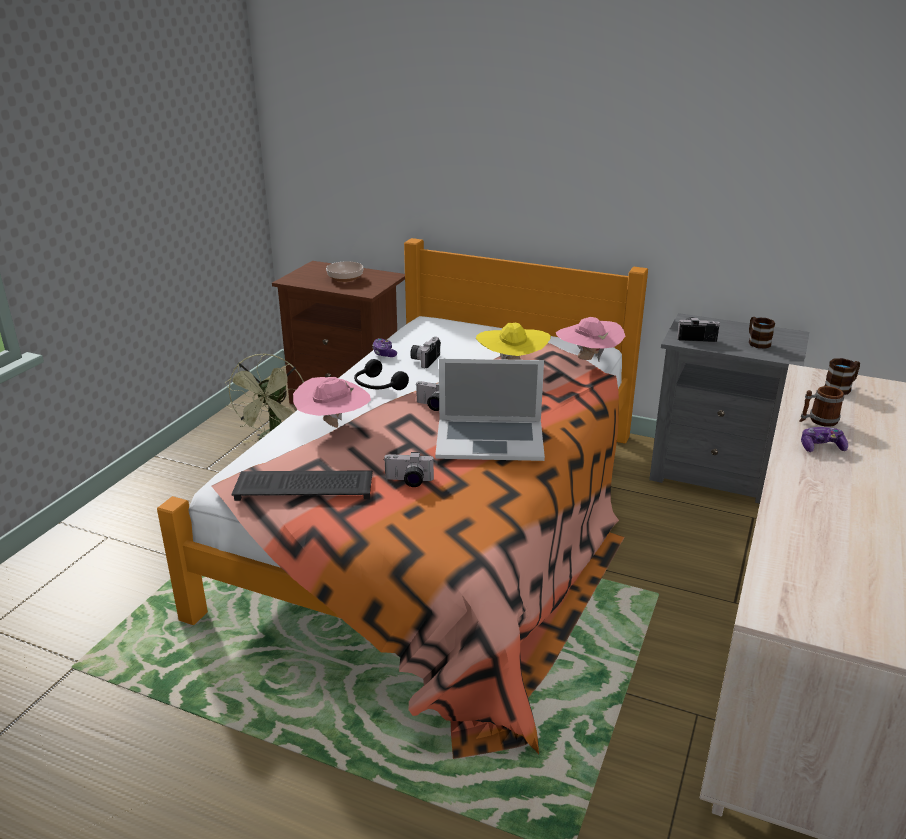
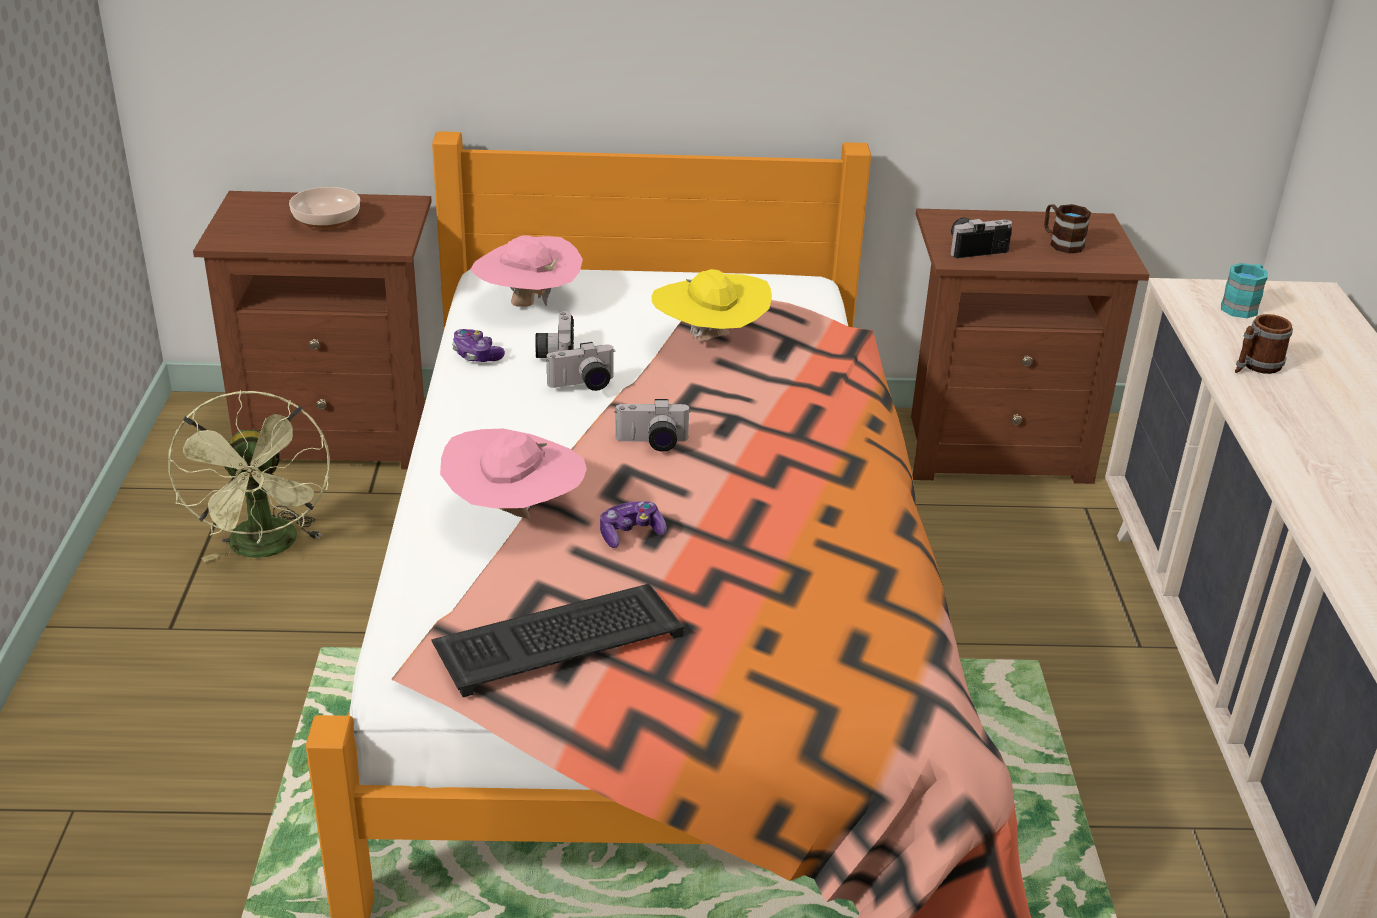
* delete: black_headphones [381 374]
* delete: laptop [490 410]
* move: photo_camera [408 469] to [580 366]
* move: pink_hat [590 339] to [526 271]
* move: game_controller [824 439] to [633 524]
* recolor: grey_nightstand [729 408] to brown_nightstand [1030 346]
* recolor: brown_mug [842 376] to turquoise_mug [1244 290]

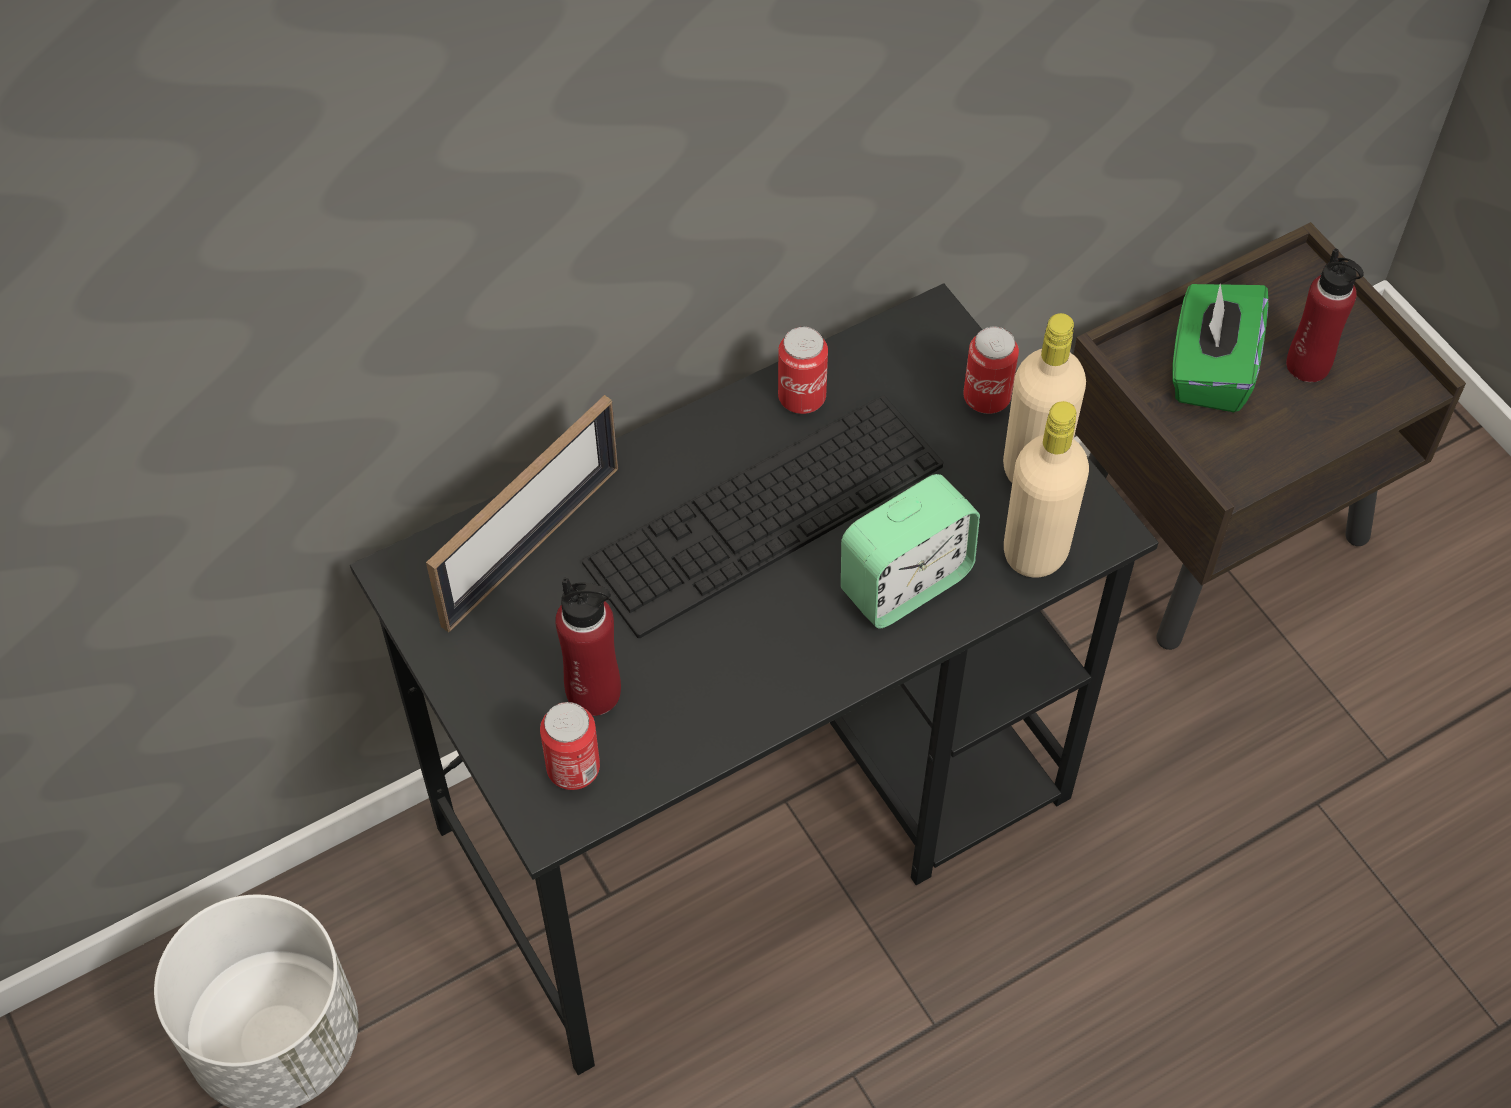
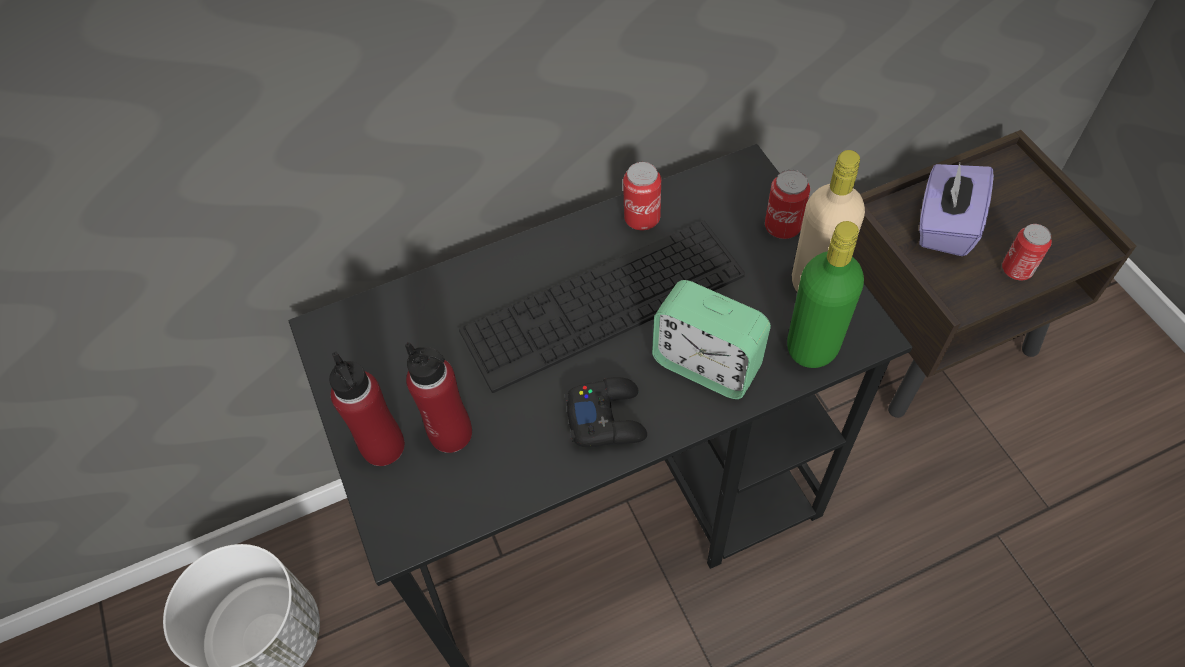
* delete: picture_frame [522 513]
* insert: black_game_controller [606 412]
* move: can [570 746] to [1027 252]
* move: red_bottle [1325 315] to [367 409]
* recolor: beige_bottle [1046 489] to green_bottle [825 294]
* recolor: green_tissue_box [1220 348] to purple_tissue_box [956 209]
* rotate: alarm_clock [910 551] = [711 339] 60 degrees clockwise

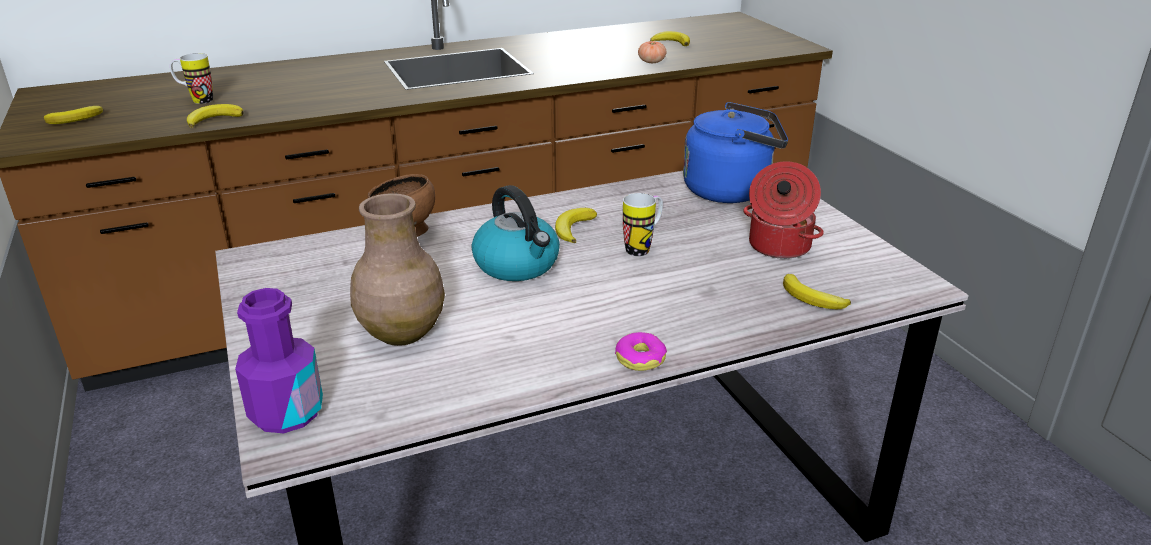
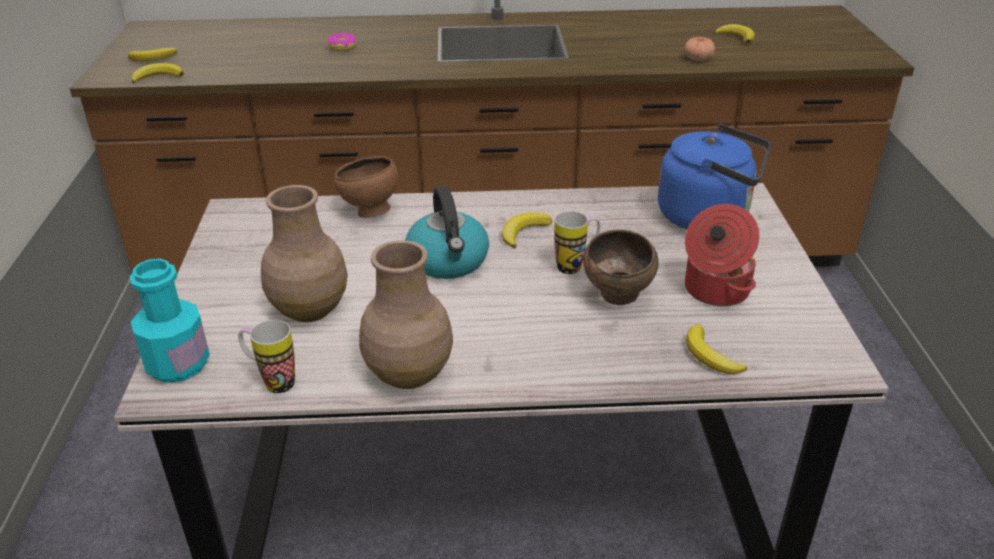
* insert: brown_vase [406 314]
* insert: brown_bowl [621 267]
* move: mug [191 78] to [266 356]
* move: banana [215 116] to [158 73]
* move: donut [641 351] to [342 42]
* recolor: purple_bottle [279 360] to turquoise_bottle [169 321]

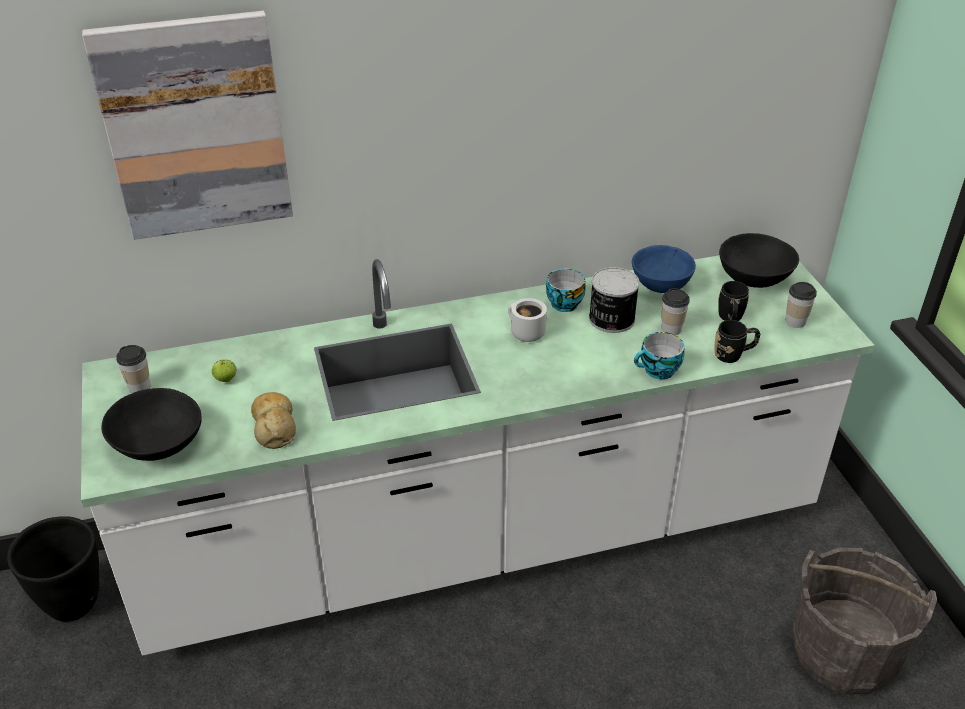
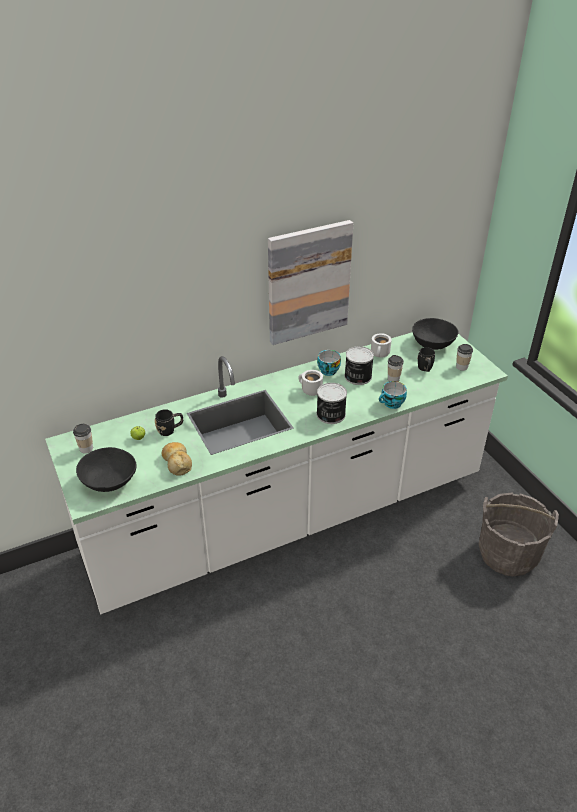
* delete: black_planter [53 569]
* insert: can [332 403]
* move: picture [187 125] to [310 282]
* move: black_mug [737 341] to [169 422]
* replace: blue_bowl [664 269] to white_mug [381 345]

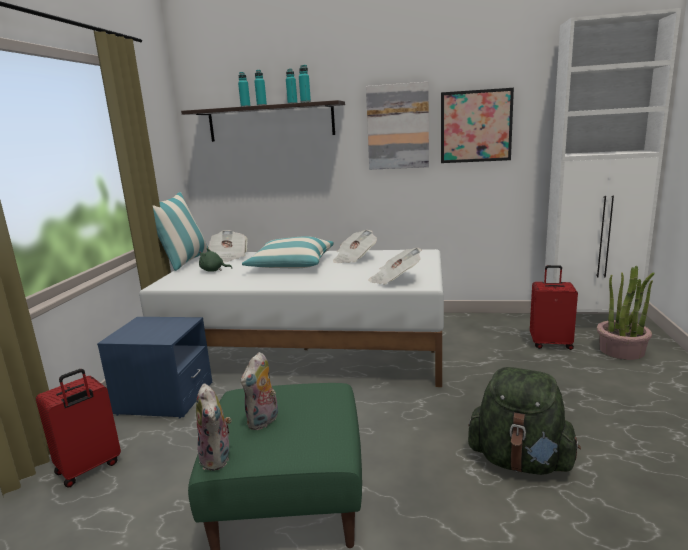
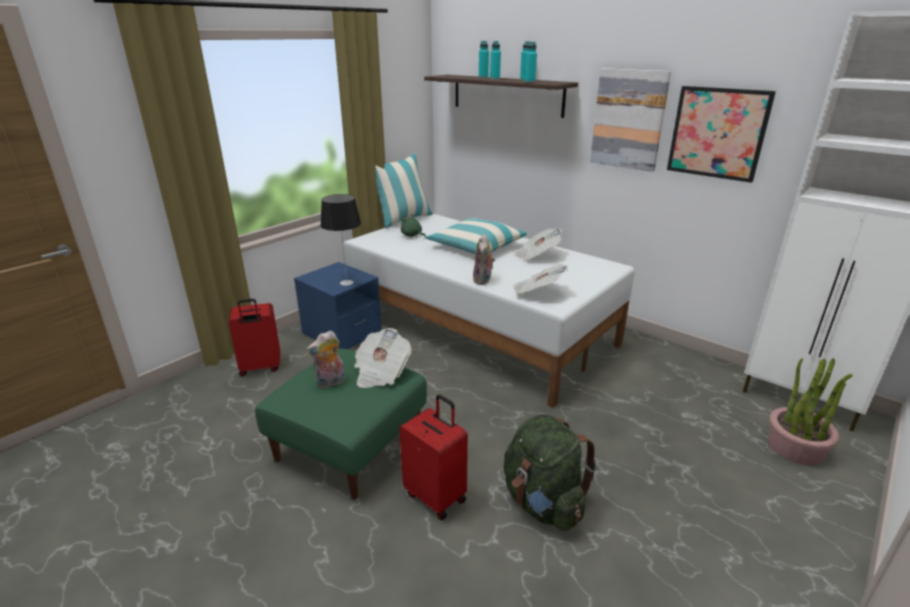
* insert: table_lamp [340 240]
* move: plush_toy [214 427] to [484 259]
* move: newspaper [228 246] to [383 358]
* move: red_suitcase [554 307] to [433 457]

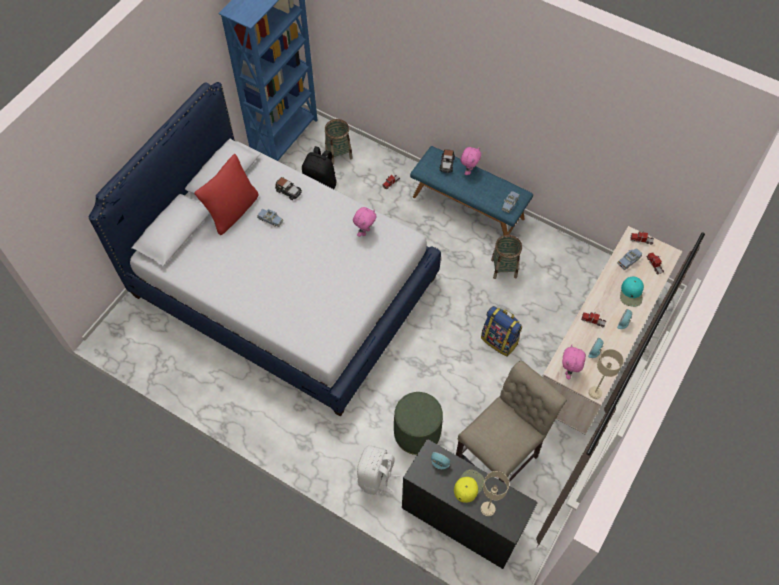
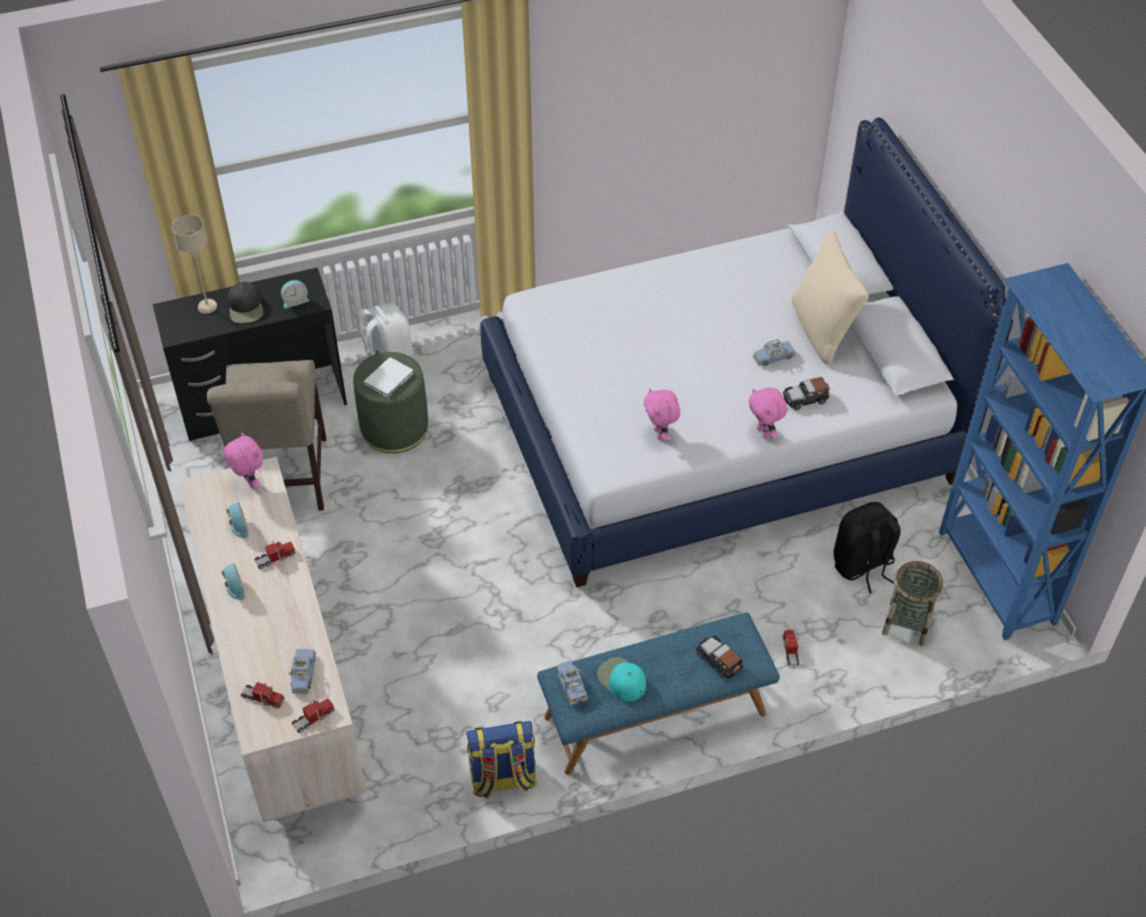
* delete: basket [506 257]
* delete: beige_table_lamp [606 374]
* insert: white_book [389 377]
* move: pink_plush_toy [471 161] to [767 413]
* move: backpack [501 331] to [501 760]
* move: turquoise_cap [632 292] to [621 679]
* recolor: red_pillow [226 194] to beige_pillow [830 298]
* recolor: yellow_cap [469 486] to black_cap [245 302]

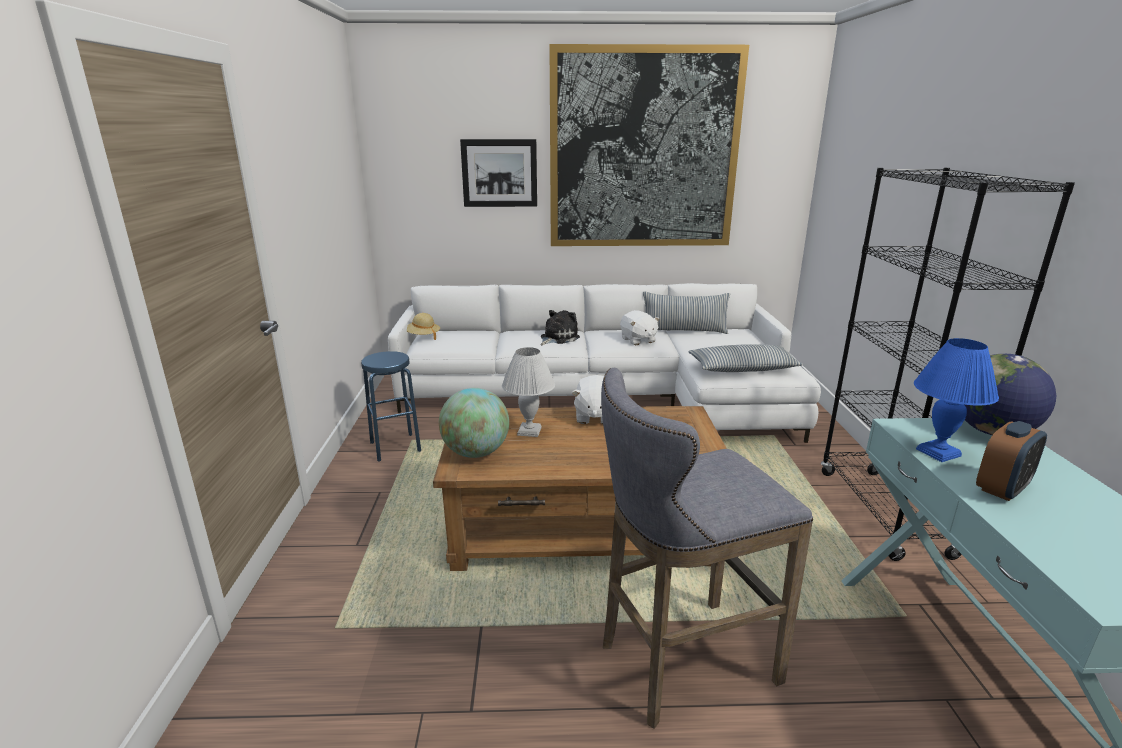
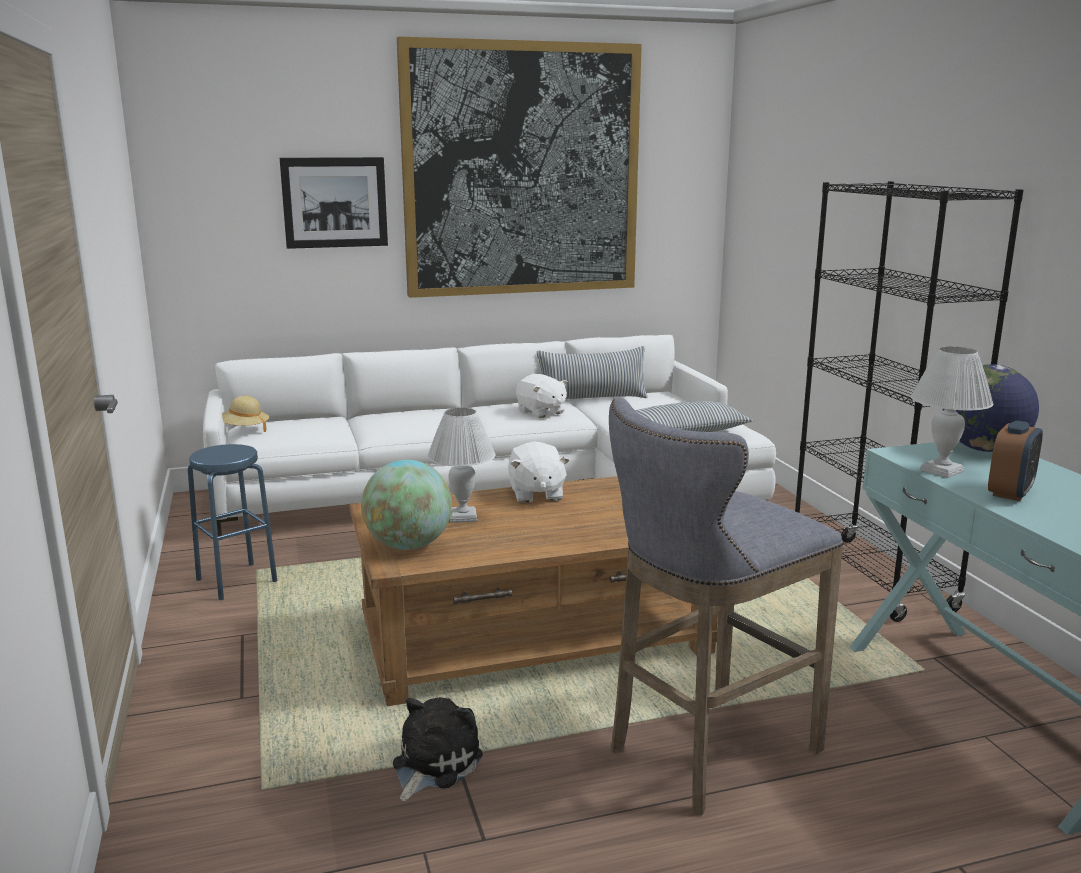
* move: plush_toy [560 327] to [438 749]
* recolor: blue_table_lamp [956 400] to white_table_lamp [952 412]

